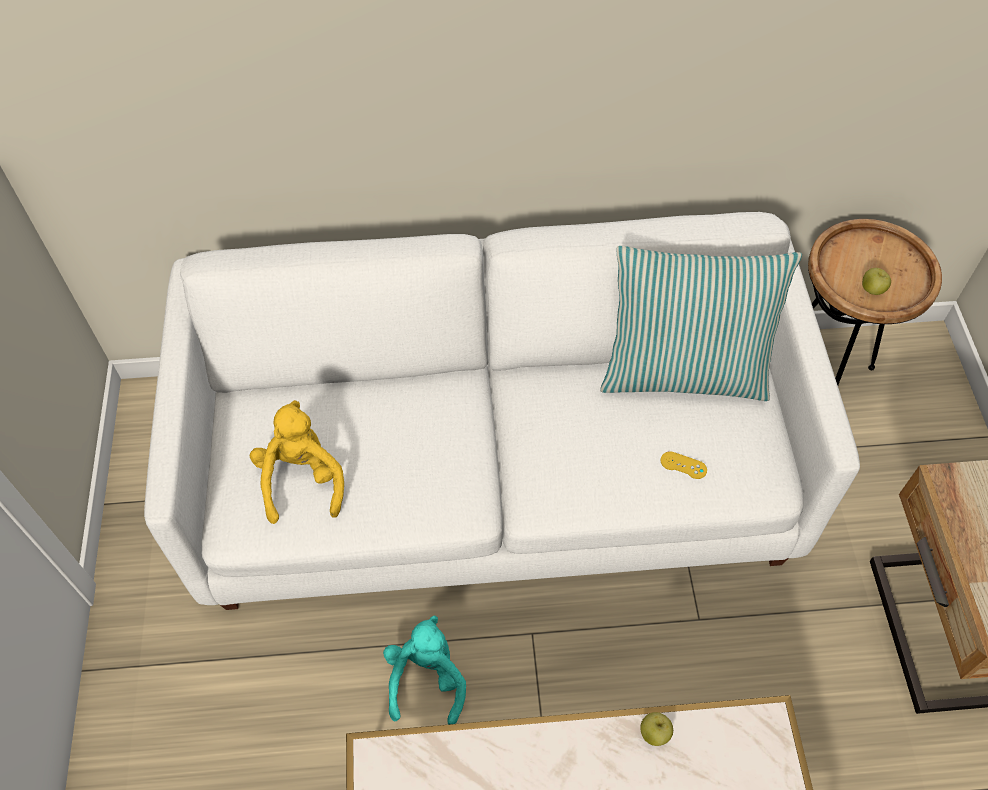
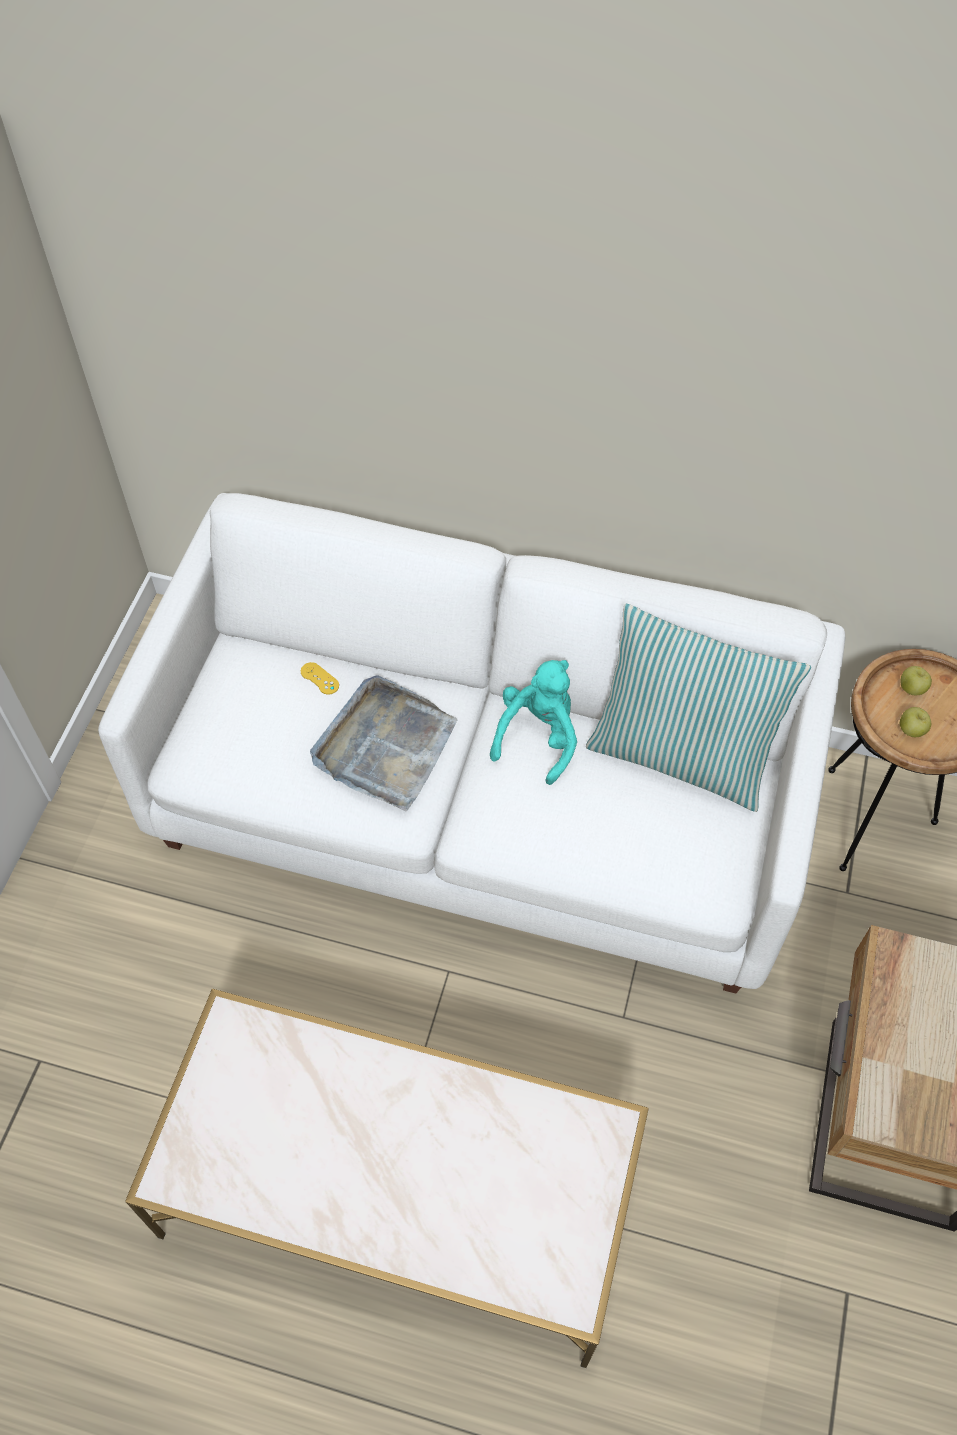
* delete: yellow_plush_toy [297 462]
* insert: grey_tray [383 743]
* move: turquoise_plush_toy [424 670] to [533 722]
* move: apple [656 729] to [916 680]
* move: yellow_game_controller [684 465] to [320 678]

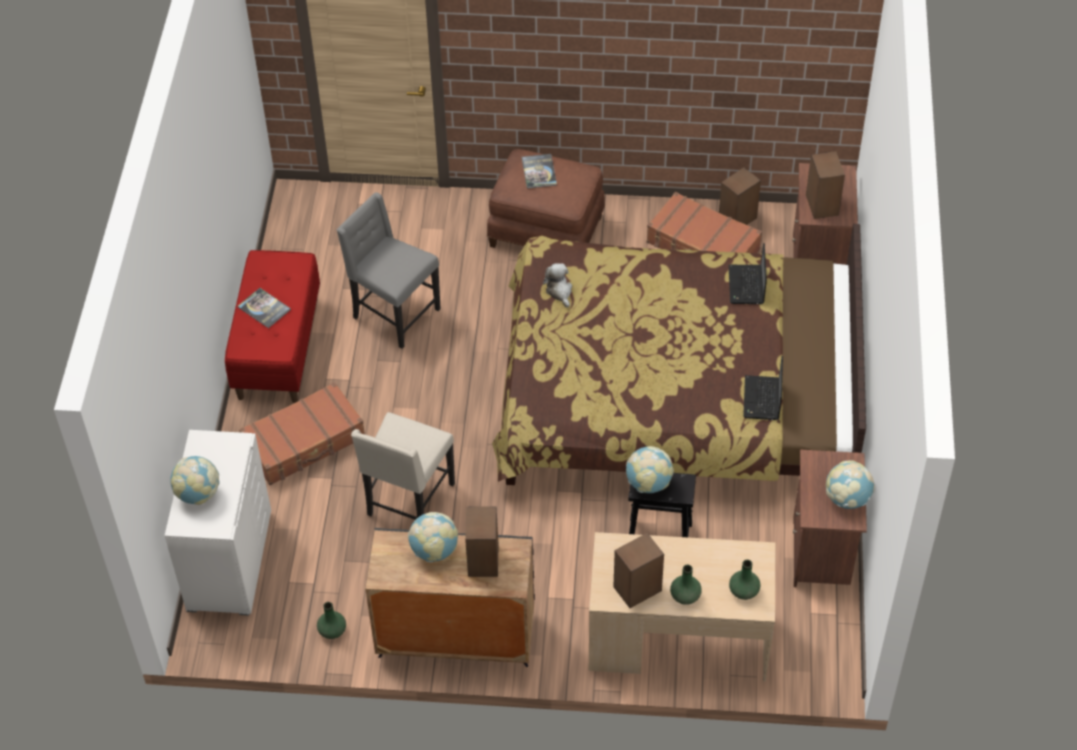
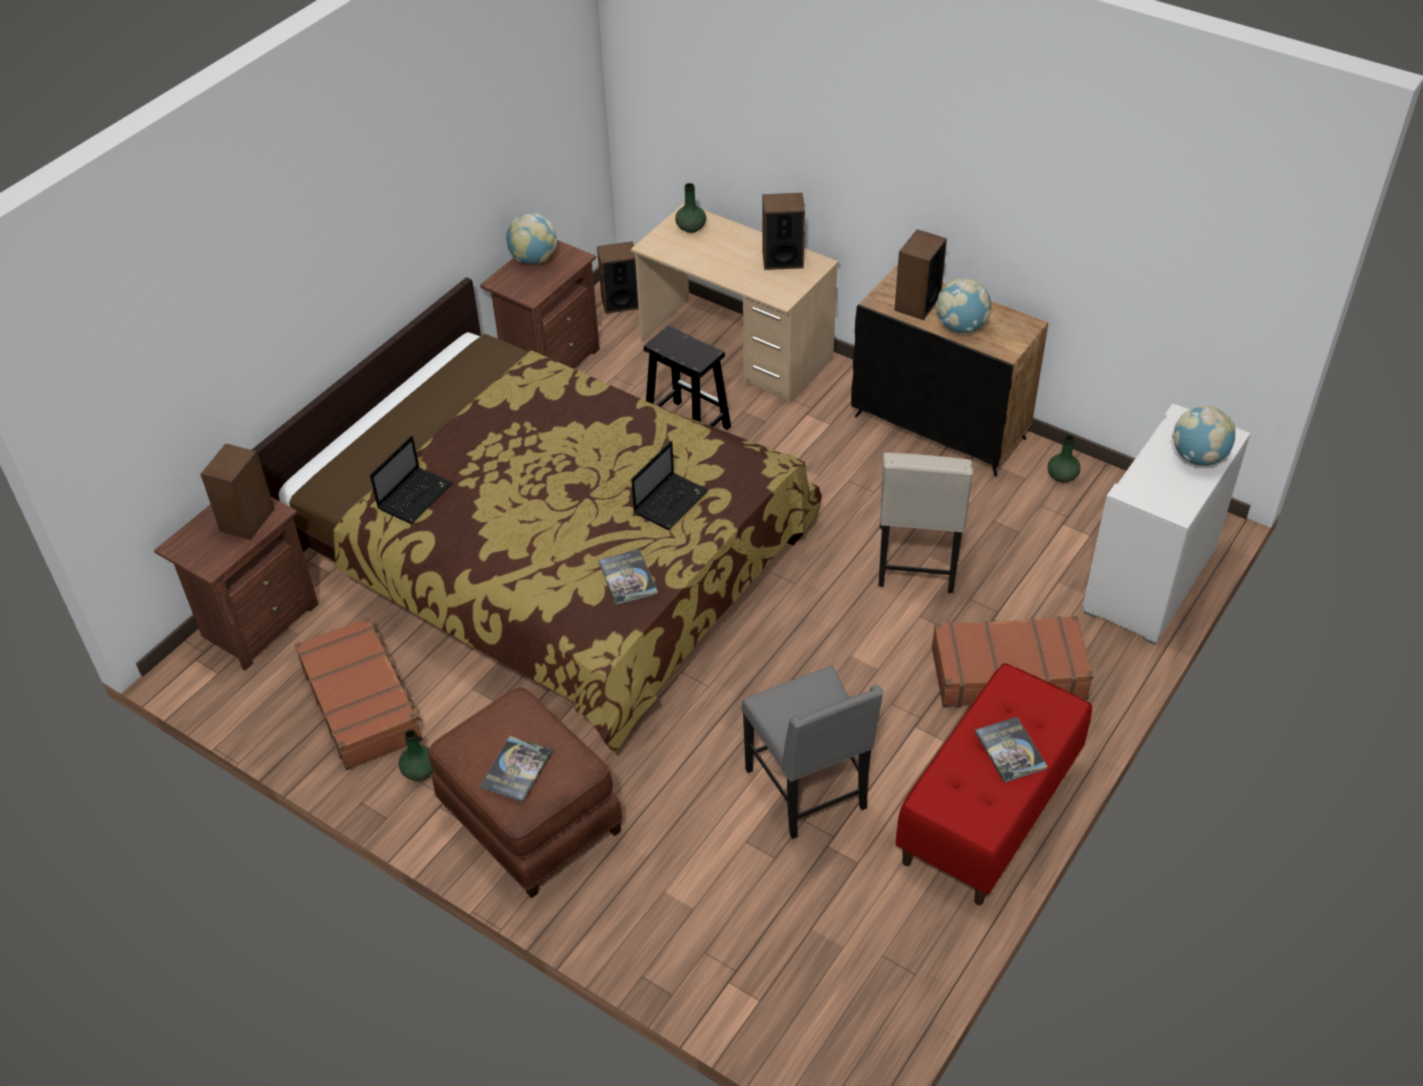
* delete: globe [650 469]
* move: green_vase [686 584] to [416 755]
* move: speaker [740 196] to [618 277]
* move: laptop [763 388] to [669 485]
* replace: plush_toy [557 285] to book [628 577]
* rotate: beige_chair [403 466] = [925 523] 135 degrees clockwise

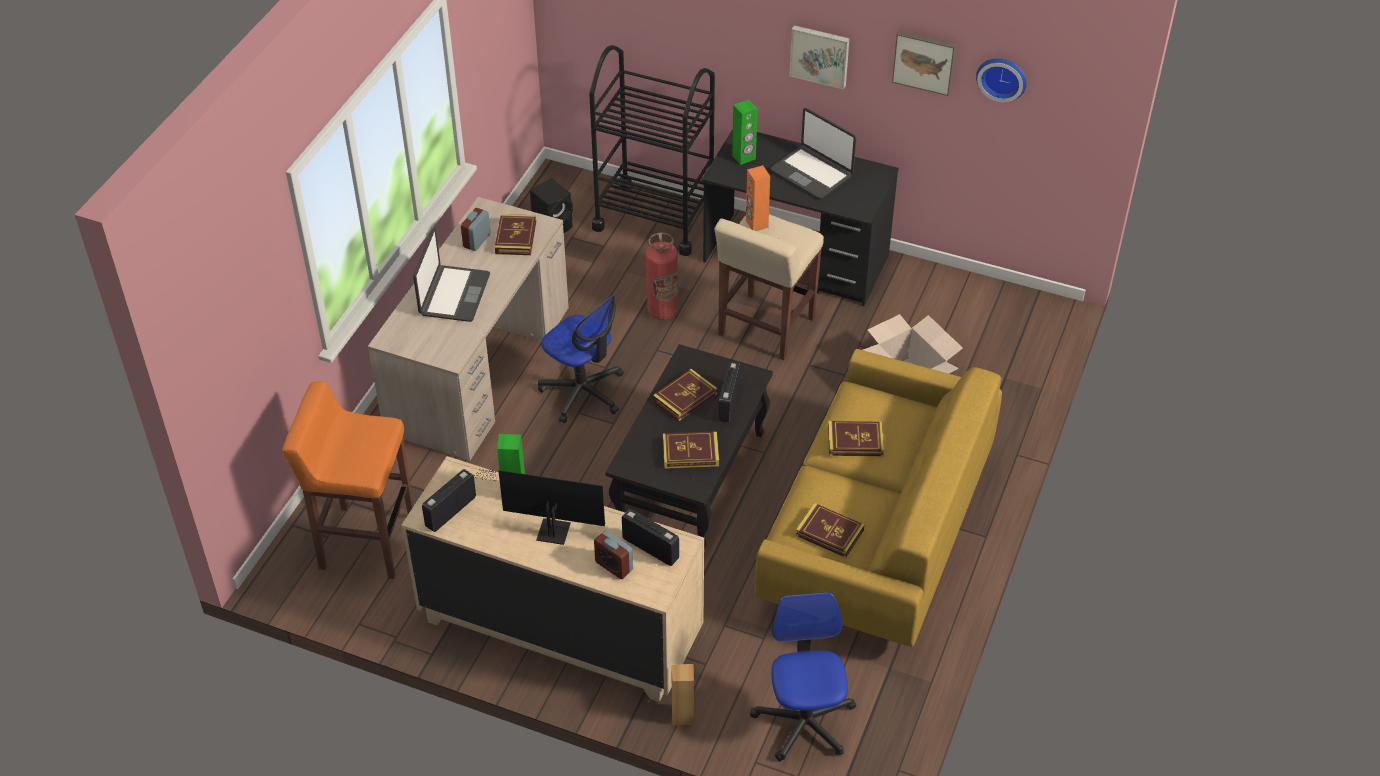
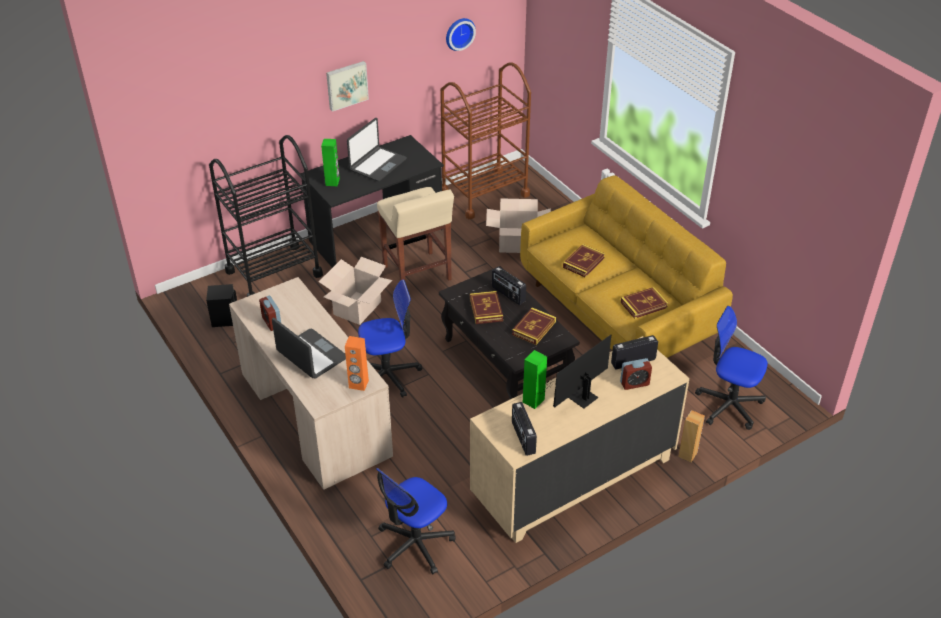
* delete: book [515 234]
* delete: picture [924 63]
* insert: brown_cart [485 140]
* move: orange_speaker [758 198] to [357 363]
* replace: orange_stool [348 480] to office_chair [415 521]
* replace: fire_extinguisher [662 276] to cardboard_box [355 291]
* rotate: laptop [813 153] = [377 149] 45 degrees counterclockwise

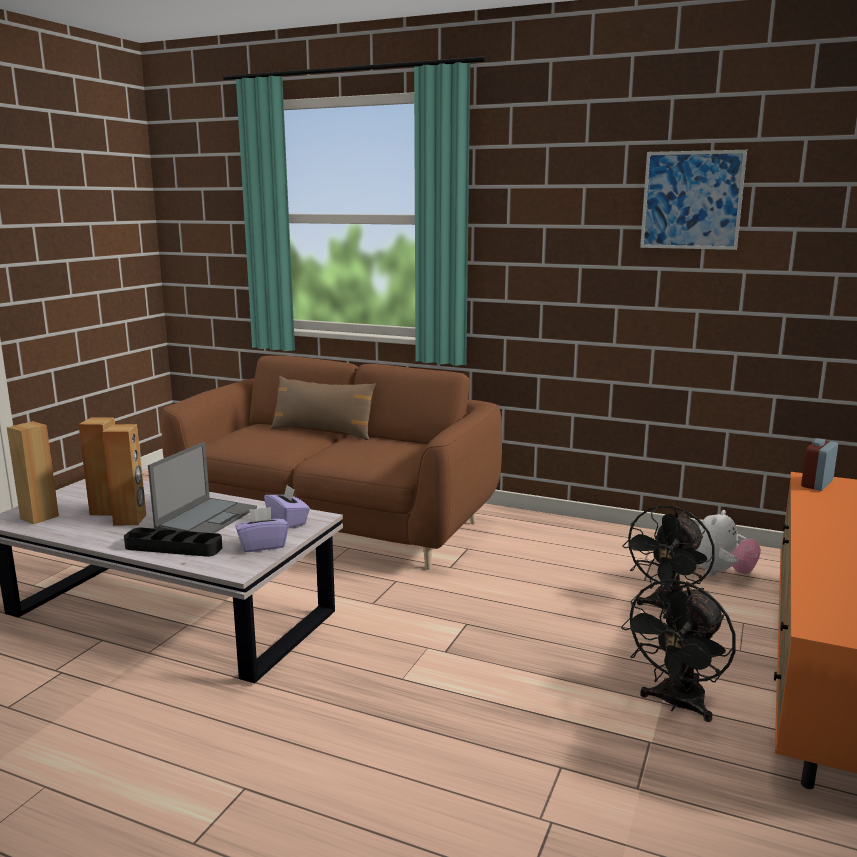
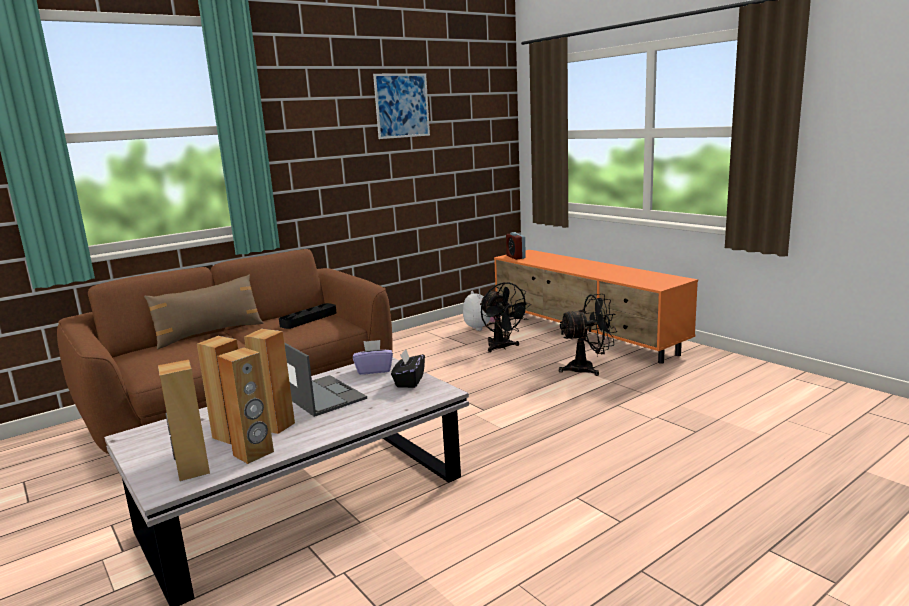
* insert: brown_speaker [245 405]
* move: black_tray [173 542] to [307 316]
* recolor: purple_tissue_box [262 529] to black_tissue_box [408 368]
* rotate: black_fan [678 650] = [588 335] 75 degrees counterclockwise

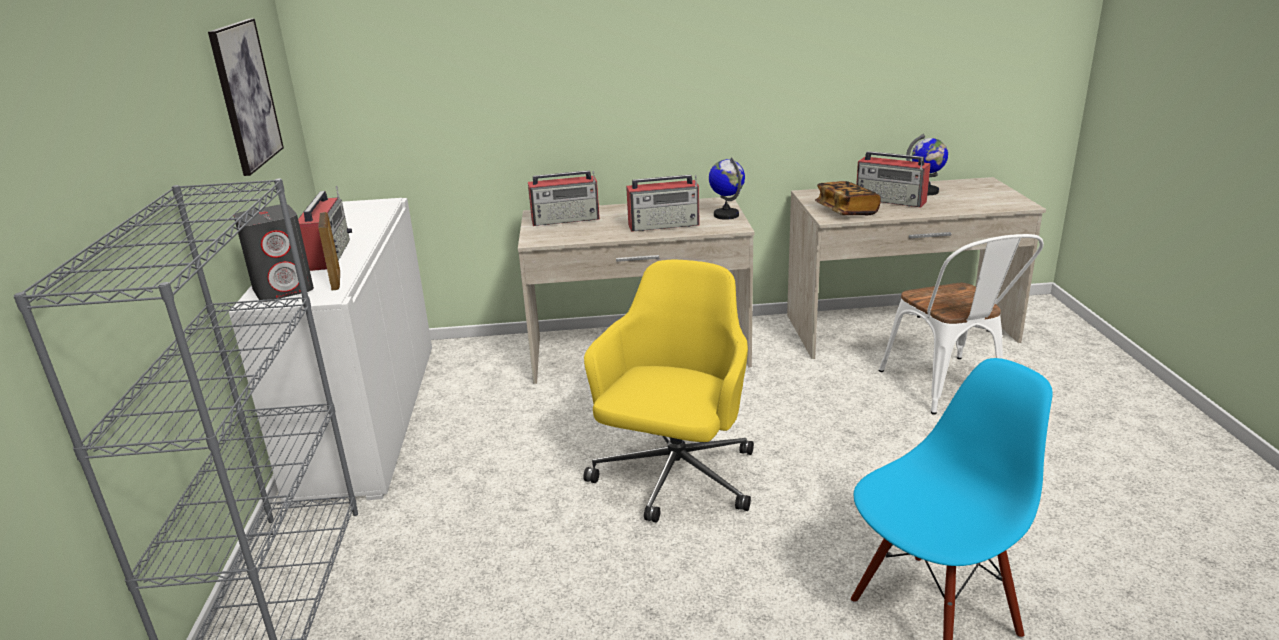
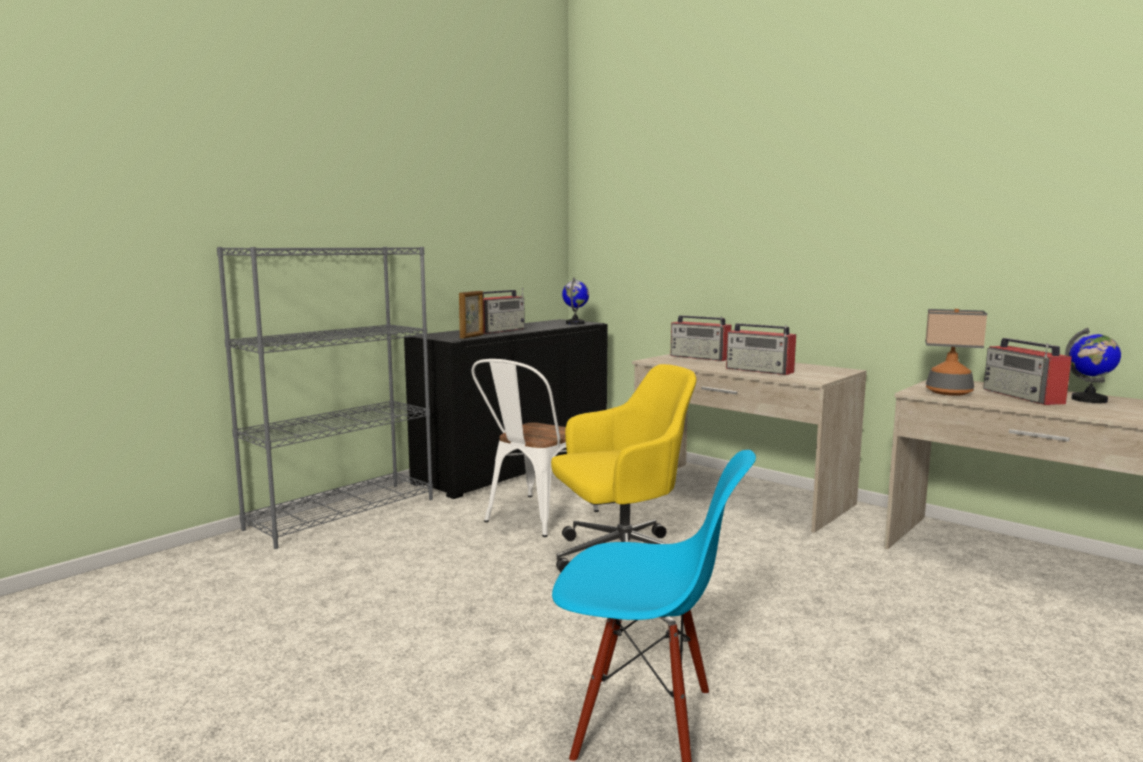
* delete: picture [246 97]
* delete: grey_speaker [274 253]
* move: globe [727 188] to [575 301]
* move: white_chair [961 324] to [535 448]
* replace: book [848 198] to table_lamp [956 352]
* recolor: white_cabinet [330 352] to black_cabinet [506 409]

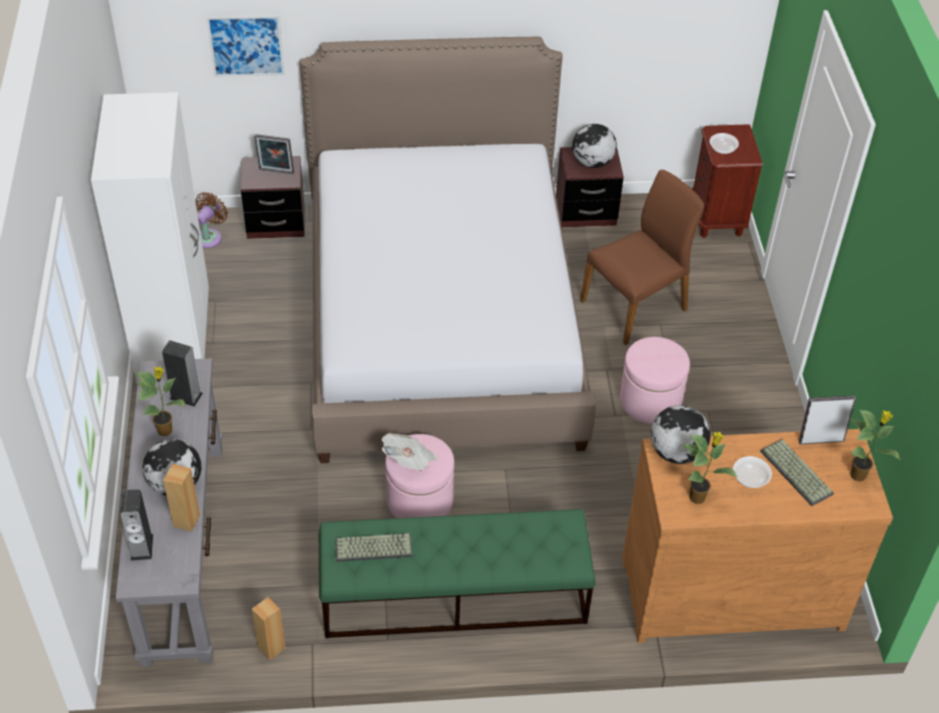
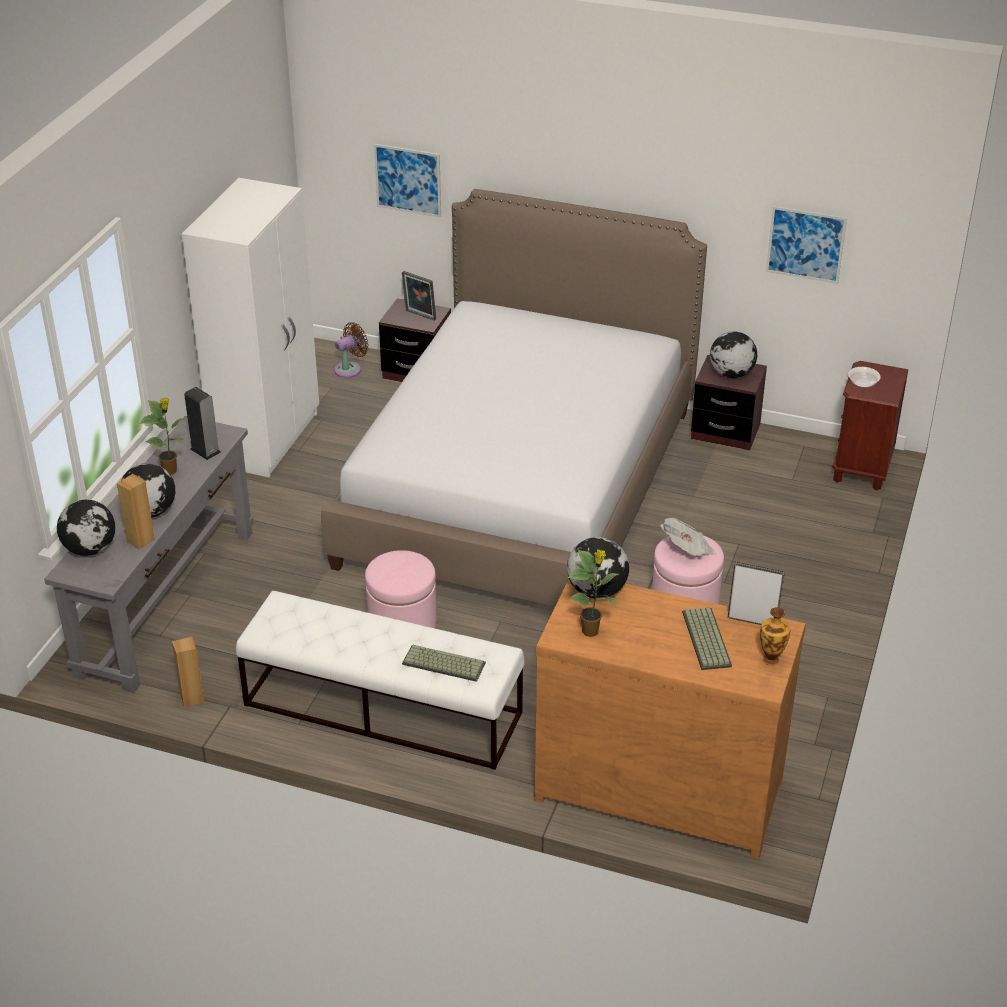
* delete: brown_chair [642 257]
* delete: bowl [752 472]
* insert: picture [806 245]
* move: keyboard [374 547] to [444 663]
* move: newspaper [410 452] to [688 537]
* replace: speaker [136 525] to globe [86 528]
* replace: potted_plant [875 446] to vase [775 636]
* recolor: green_bench [457 573] to white_bench [380 680]

